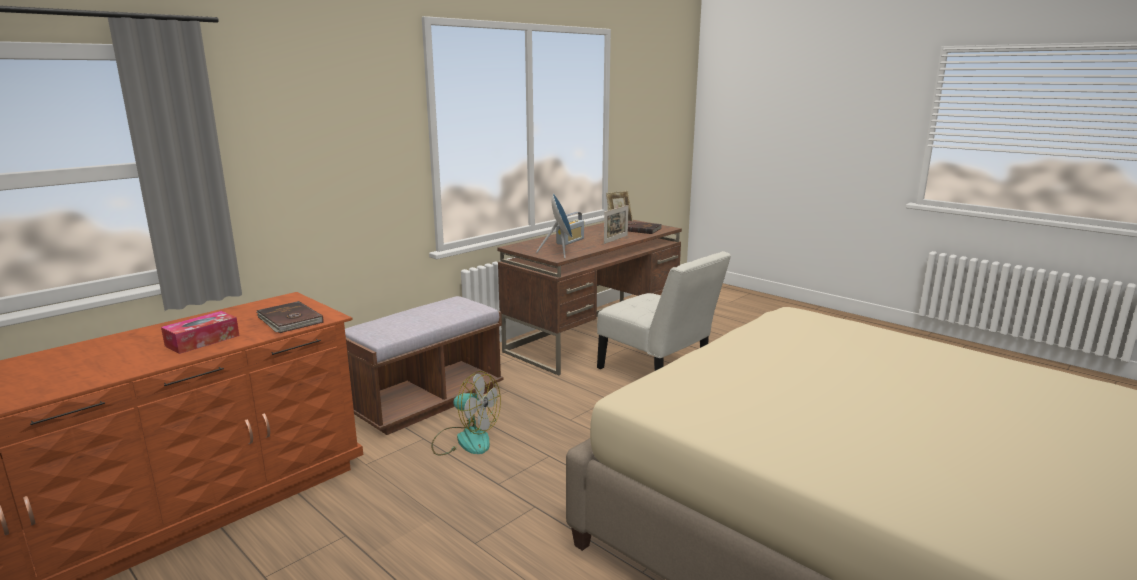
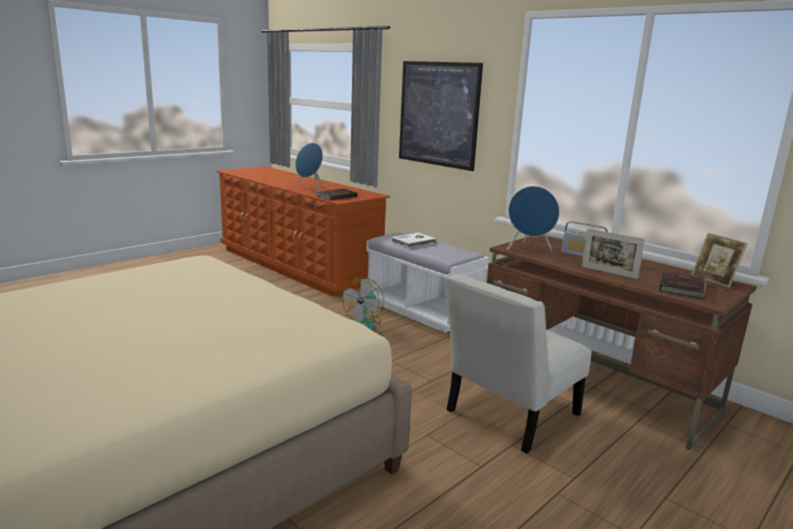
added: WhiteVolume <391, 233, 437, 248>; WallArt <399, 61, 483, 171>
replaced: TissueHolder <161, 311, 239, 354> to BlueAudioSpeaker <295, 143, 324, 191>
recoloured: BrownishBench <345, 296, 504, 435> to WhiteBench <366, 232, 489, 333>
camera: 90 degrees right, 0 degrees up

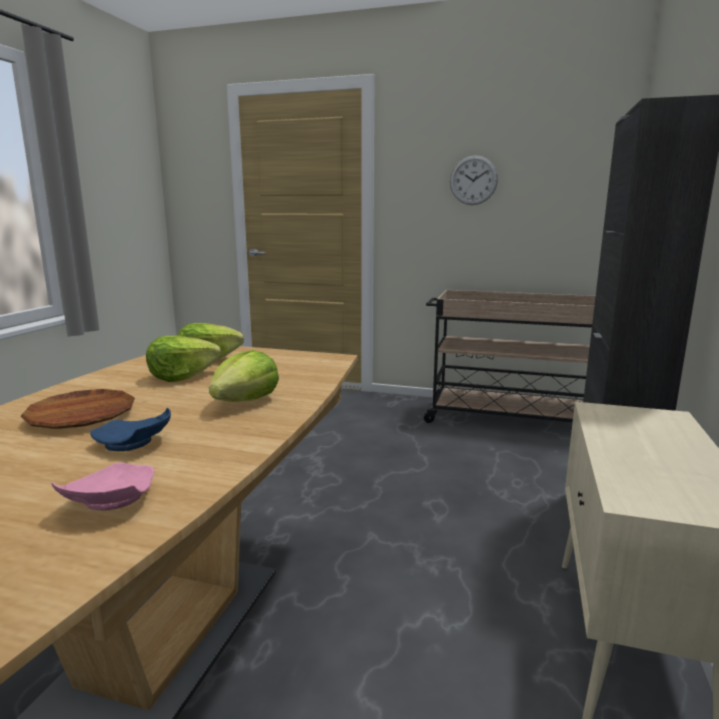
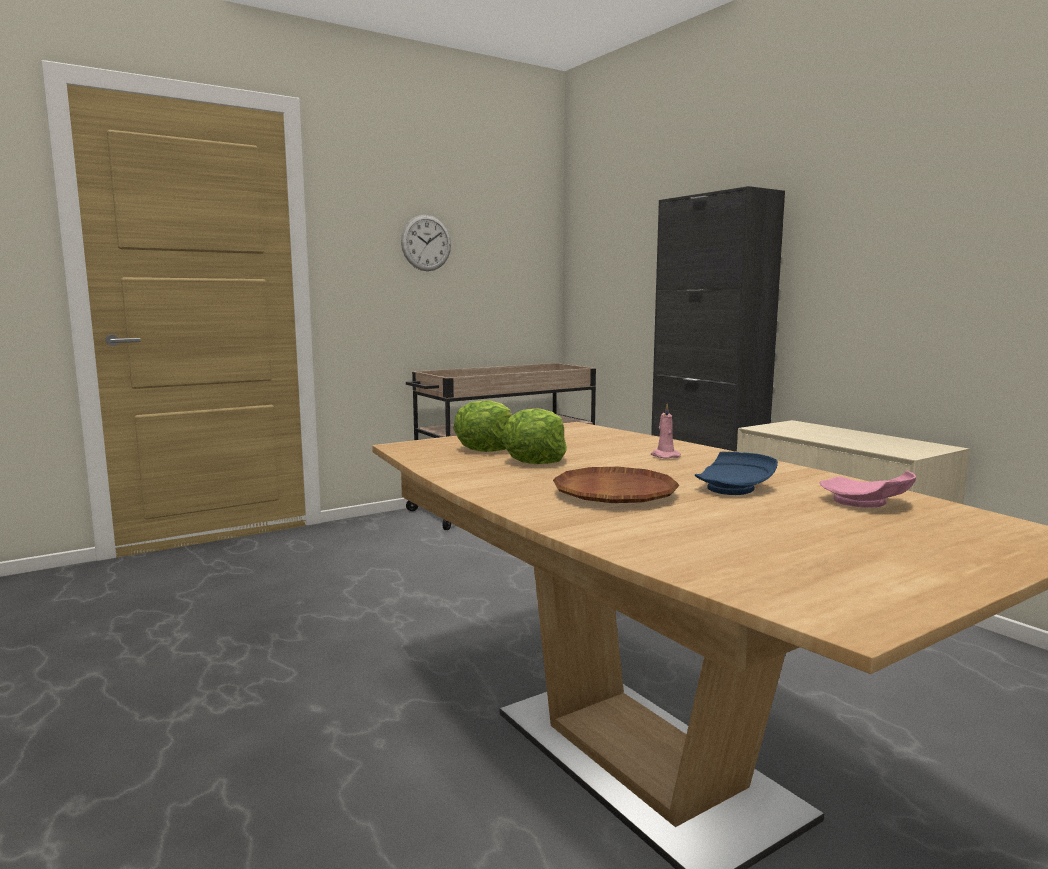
replaced: HeadOfLettuce <209, 350, 279, 402> to PinkColouredWaxLight <651, 404, 681, 459>
camera: 50 degrees left, 5 degrees down

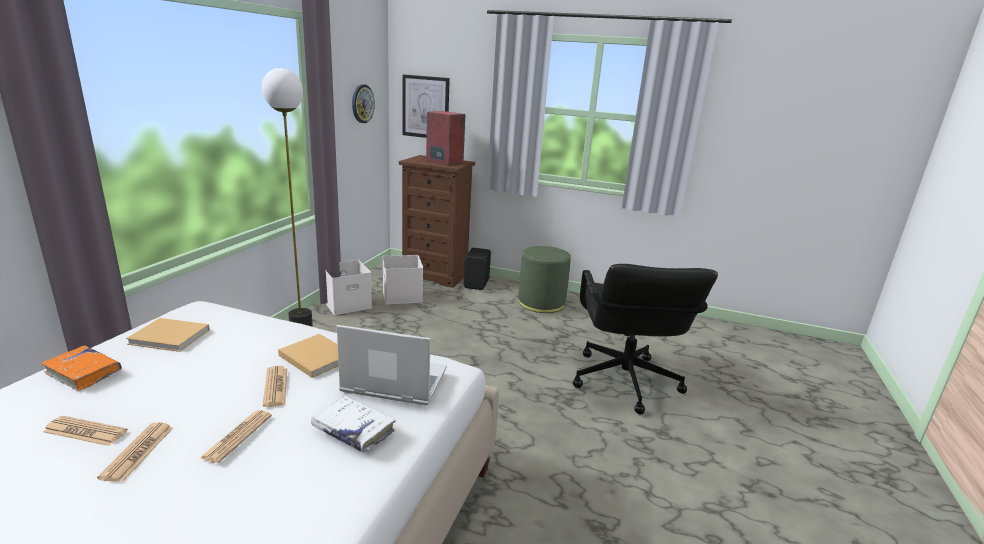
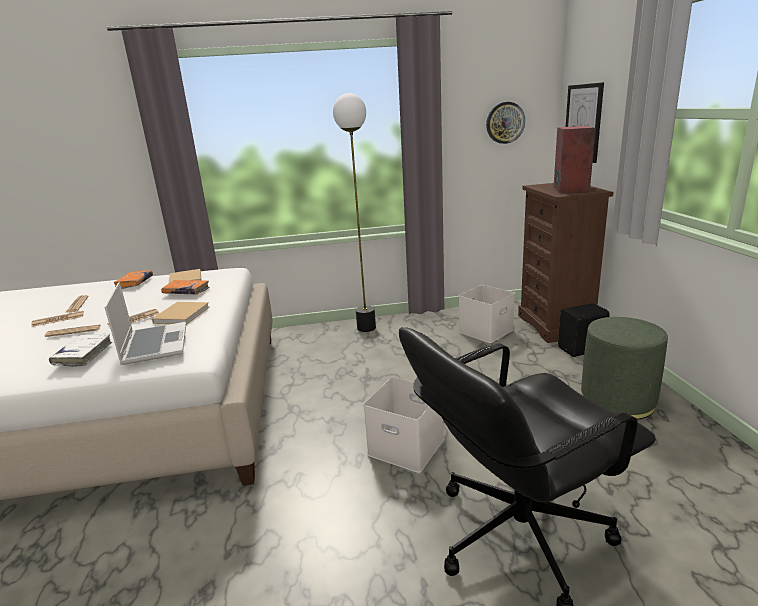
added: OrangeyVolume <161, 280, 209, 295>
moved: WhiteStorageBox <326, 260, 372, 315> to <363, 377, 444, 473>
camera: 65 degrees right, 0 degrees up

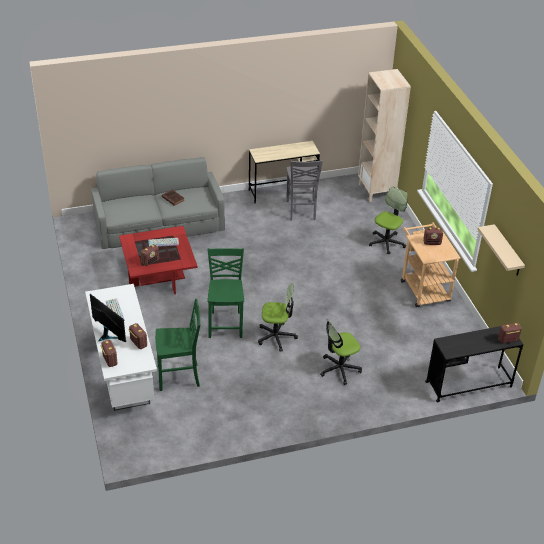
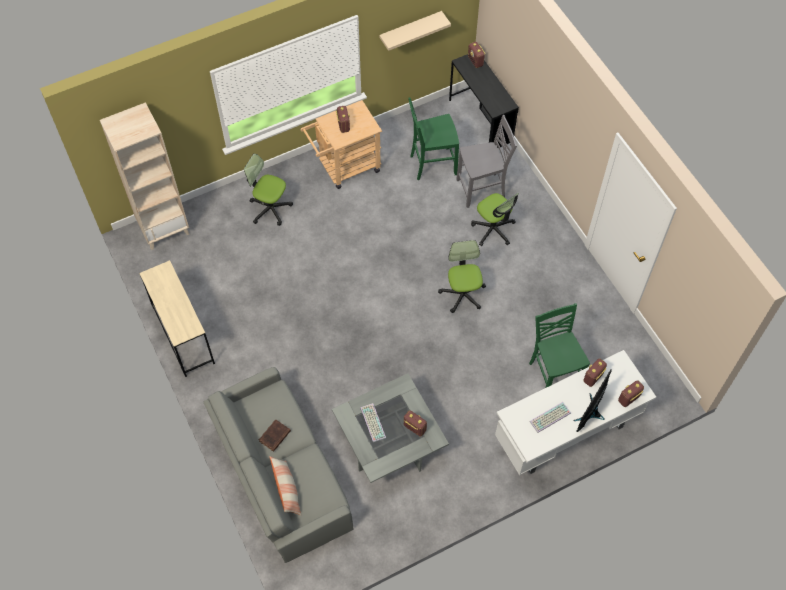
added: Pillow <269, 456, 302, 516>
moved: GreenChair <207, 248, 244, 338> to <408, 97, 459, 180>; GreyishChair <286, 160, 323, 221> to <456, 115, 517, 208>
recoloured: RedLoungeTable <119, 226, 198, 294> to GreyishLoungeTable <332, 373, 449, 483>
camera: 100 degrees left, 20 degrees up

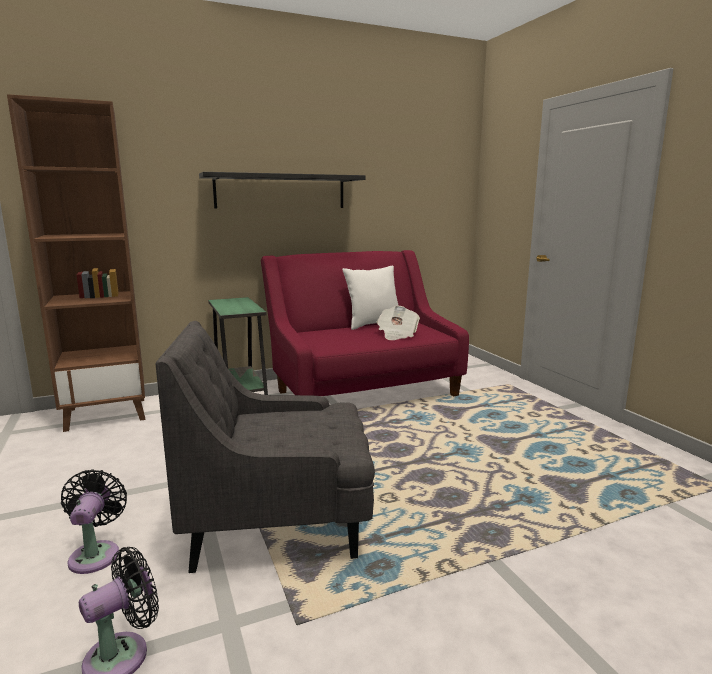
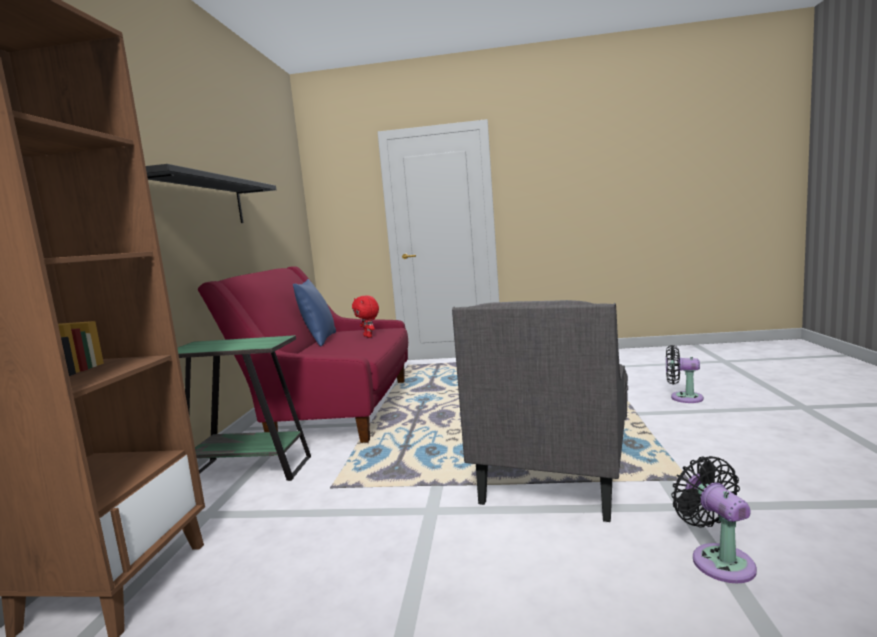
moved: BlackCoolingFan <61, 469, 127, 574> to <666, 345, 704, 403>
replaced: DailyPaper <377, 306, 420, 340> to RedCuddlyToy <352, 295, 379, 338>
recoloured: WhitePillow <342, 266, 399, 330> to BluePillow <293, 279, 336, 346>
camera: 60 degrees left, 5 degrees down

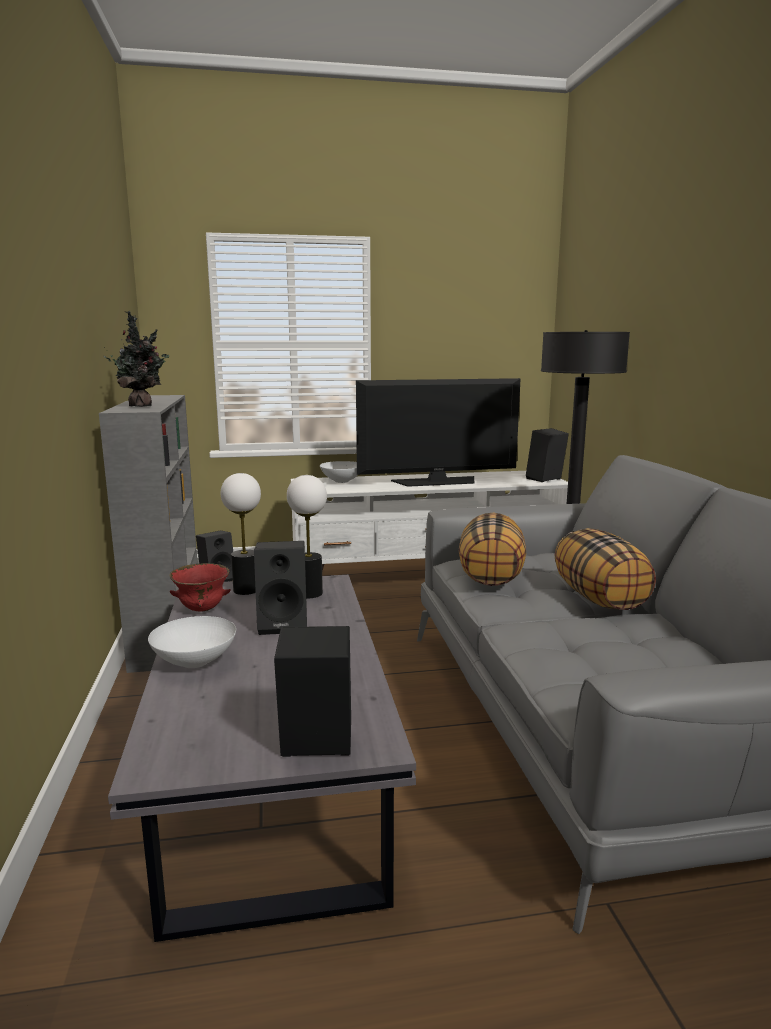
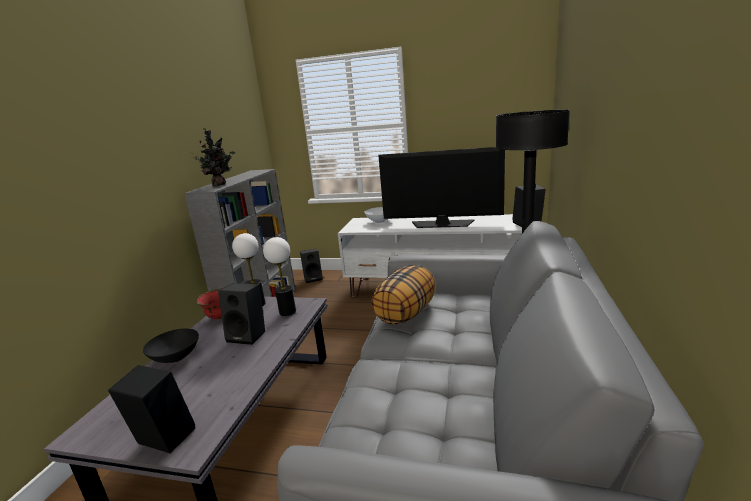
removed: Pillow <555, 528, 656, 610>
recoloured: WhiteServingBowl <148, 616, 236, 668> to BlackServingBowl <143, 328, 199, 363>
camera: 25 degrees right, 5 degrees up

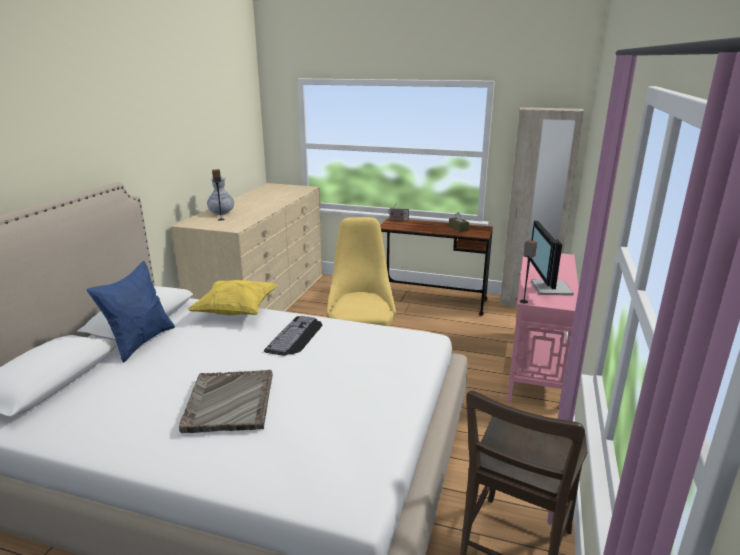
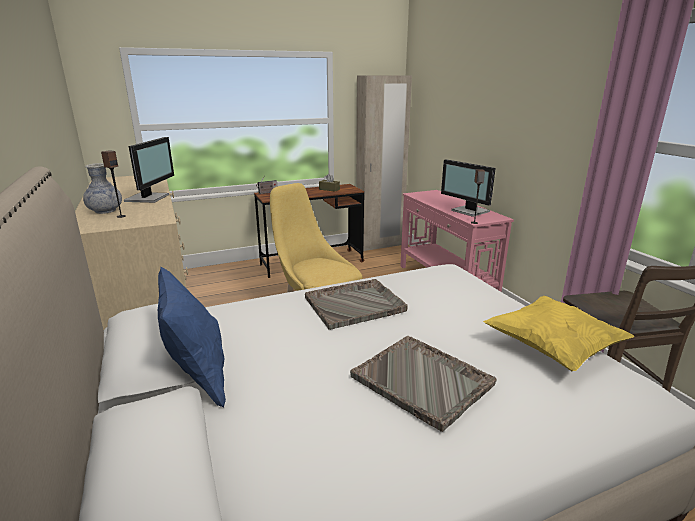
added: Monitor <124, 137, 174, 203>
moved: YellowPillow <187, 280, 278, 315> to <483, 296, 634, 371>
replaced: Keyboard <264, 316, 322, 356> to GreyishServingTray <305, 279, 408, 330>
camera: 40 degrees left, 0 degrees up

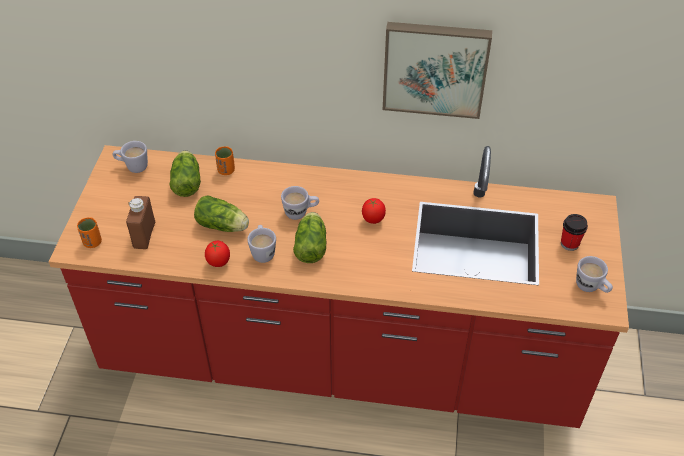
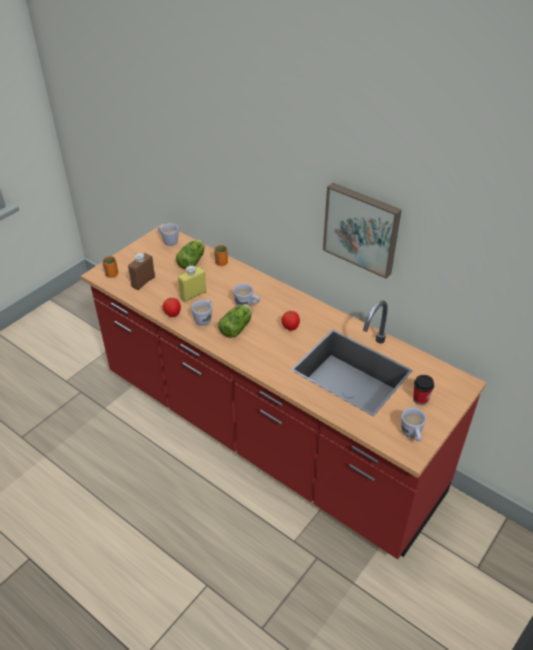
replaced: HeadOfLettuce <194, 195, 249, 232> to YellowBottle <178, 266, 207, 302>
camera: 30 degrees right, 5 degrees down

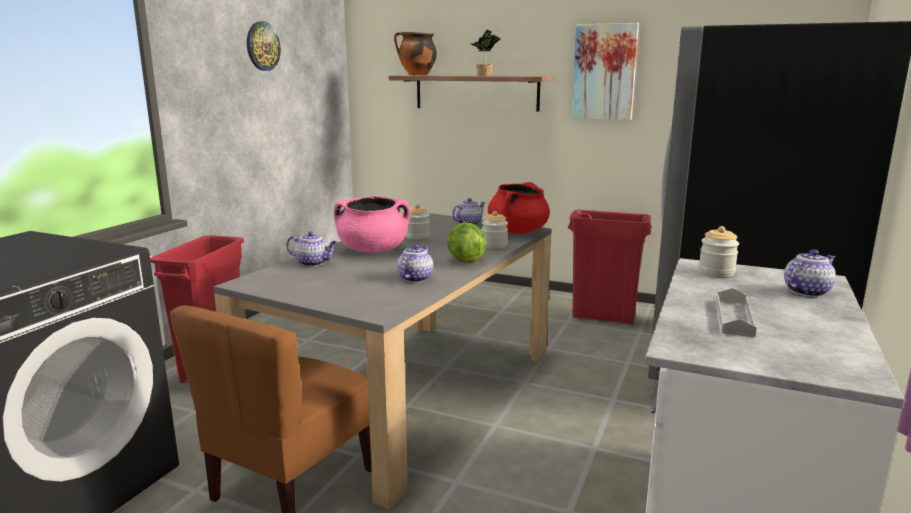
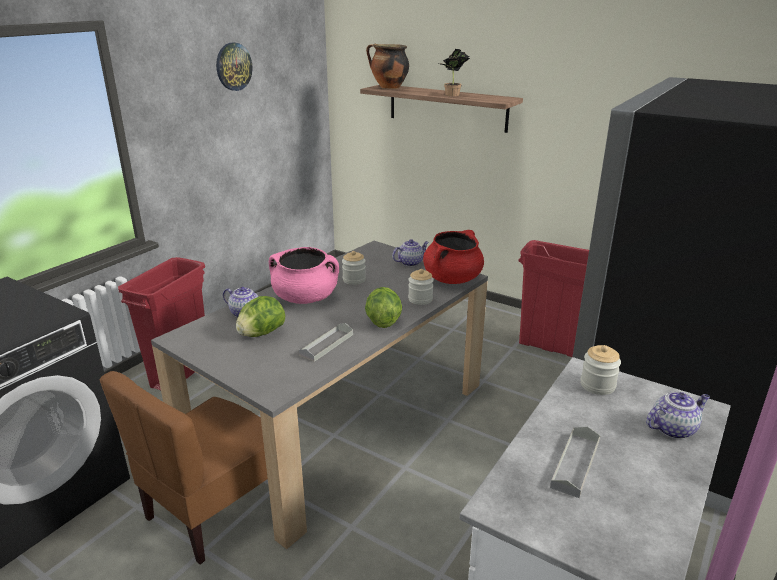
removed: WallArt <571, 23, 639, 120>
added: HeadOfLettuce <236, 296, 285, 337>
replaced: TeaPot <397, 244, 433, 282> to GreyishServingTray <299, 323, 353, 362>
camera: 10 degrees right, 10 degrees up

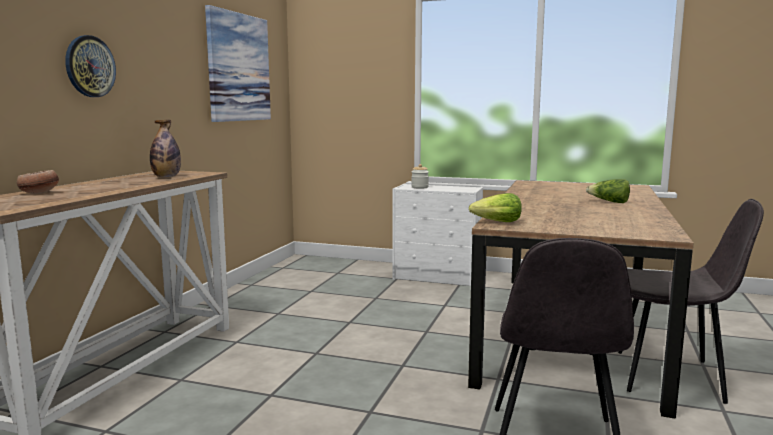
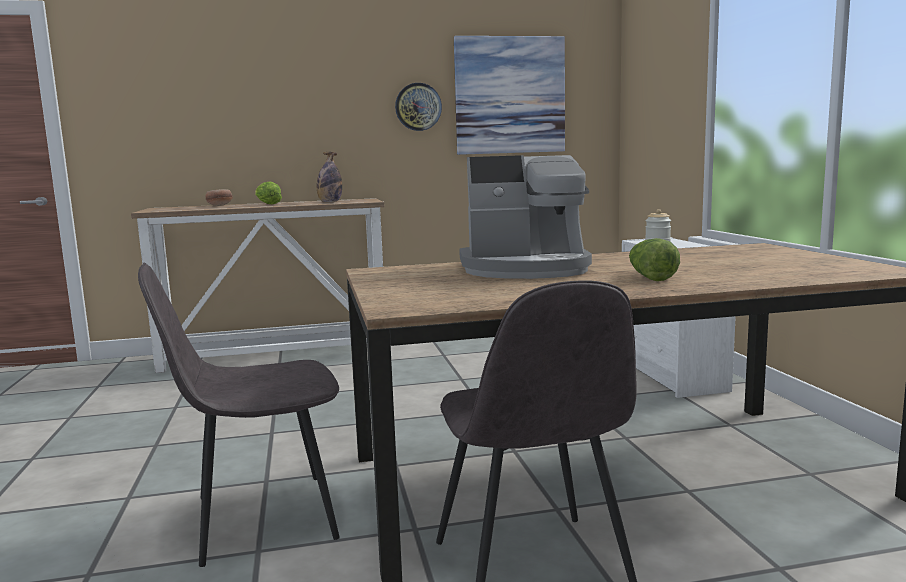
added: CoffeeBrewer <459, 155, 592, 279>
moved: HeadOfLettuce <469, 193, 522, 222> to <255, 181, 282, 204>; HangingClock <65, 35, 116, 97> to <395, 83, 442, 131>
camera: 60 degrees right, 0 degrees up

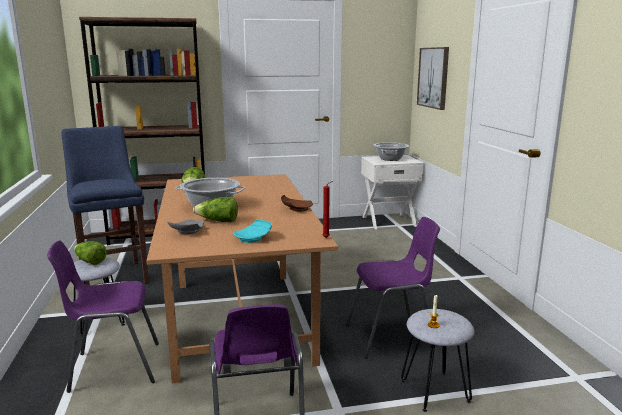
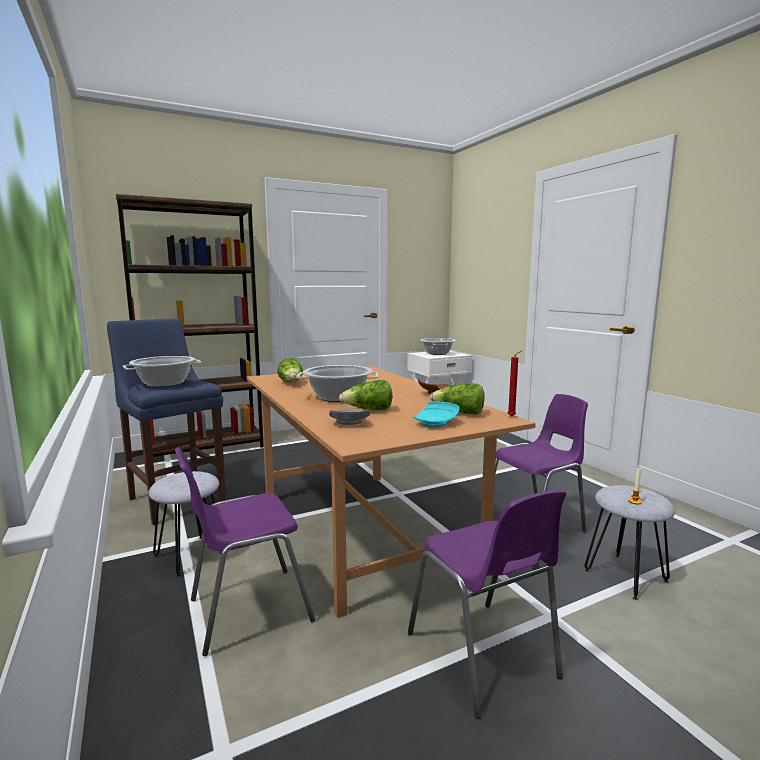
removed: WallArt <417, 47, 449, 110>
added: Saucepot <123, 356, 202, 387>
moved: HeadOfLettuce <74, 241, 107, 265> to <430, 383, 485, 415>
camera: 15 degrees left, 5 degrees down

